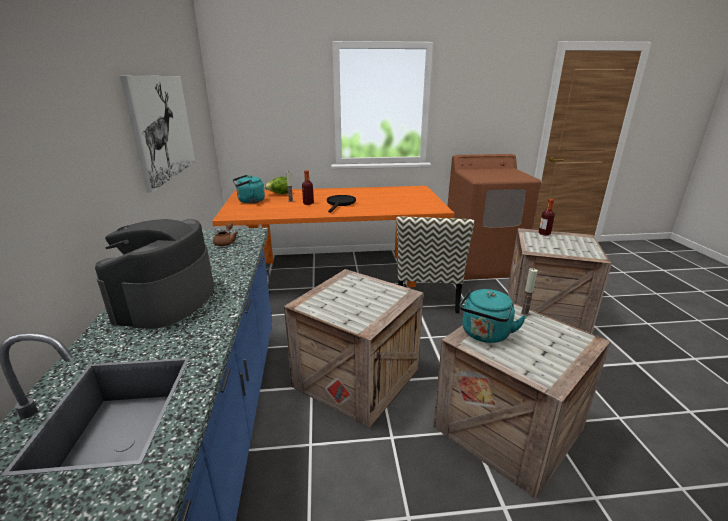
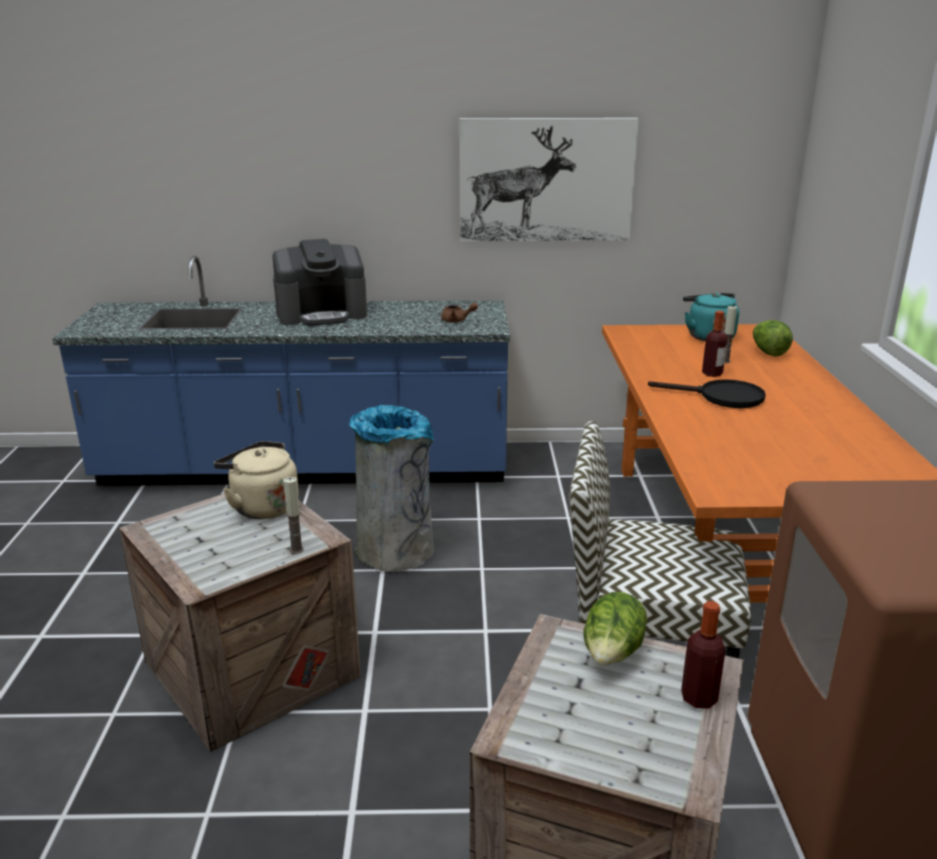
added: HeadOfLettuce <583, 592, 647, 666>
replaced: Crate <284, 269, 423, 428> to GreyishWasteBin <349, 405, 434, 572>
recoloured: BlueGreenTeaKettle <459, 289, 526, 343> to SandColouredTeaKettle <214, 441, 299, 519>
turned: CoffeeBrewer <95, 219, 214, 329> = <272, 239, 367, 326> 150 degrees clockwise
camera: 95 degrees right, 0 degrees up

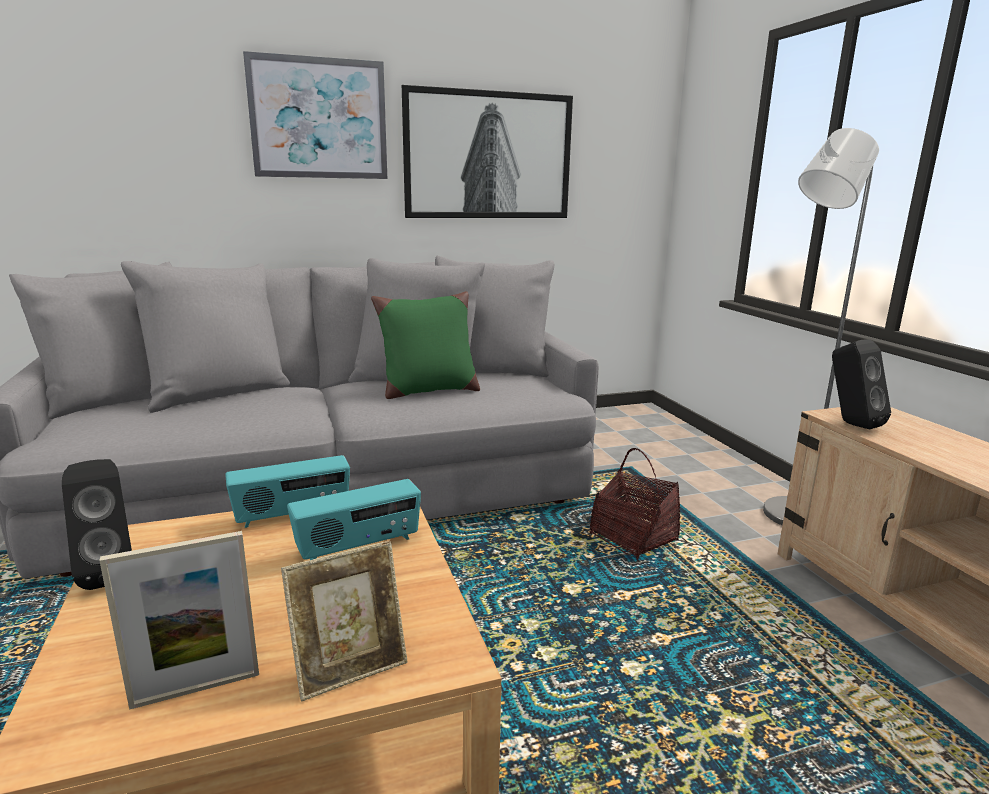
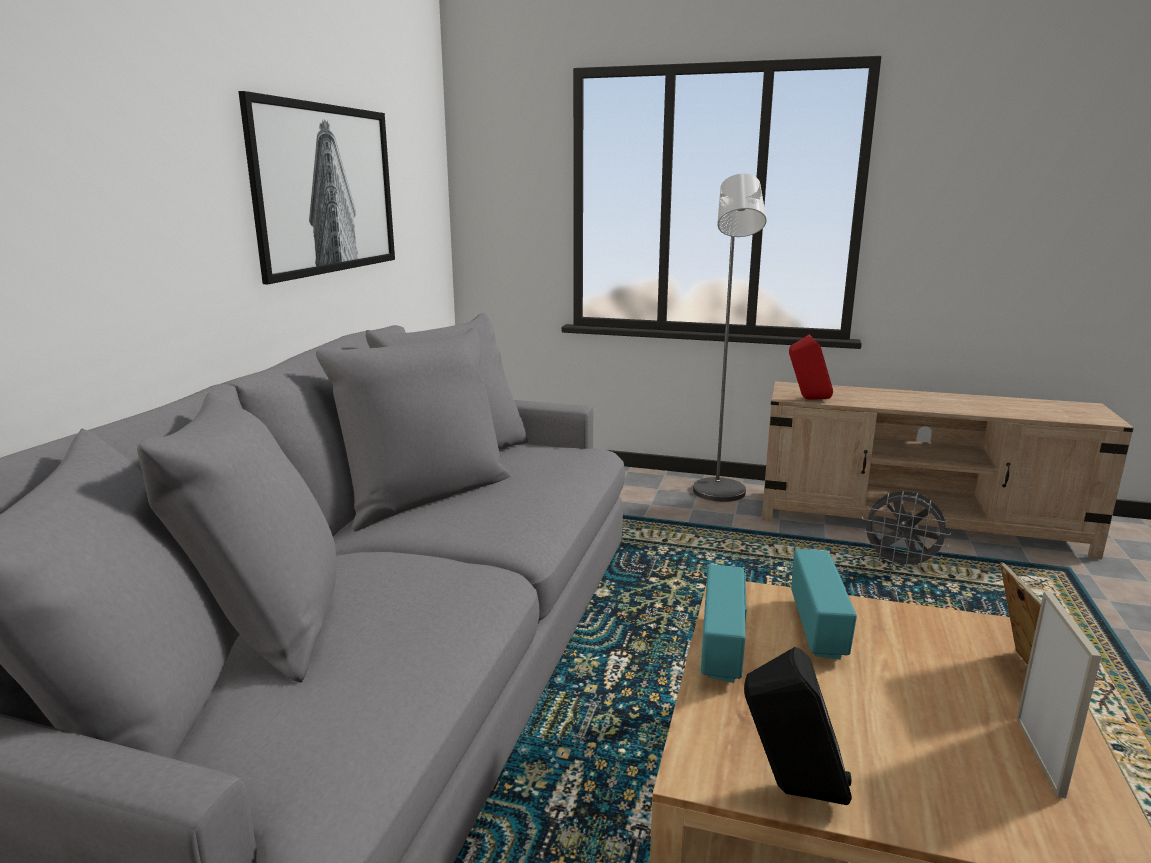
removed: WallArt <243, 51, 387, 179>; GreenPillow <371, 291, 480, 399>; HouseholdBasket <590, 448, 680, 561>
added: GreyishCoolingFan <860, 491, 951, 570>
recoloured: BlackAudioSpeaker <832, 340, 891, 429> to RedAudioSpeaker <789, 335, 833, 400>
camera: 55 degrees left, 0 degrees up

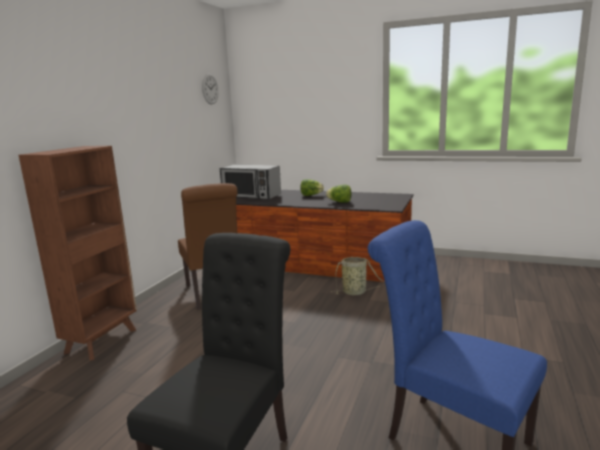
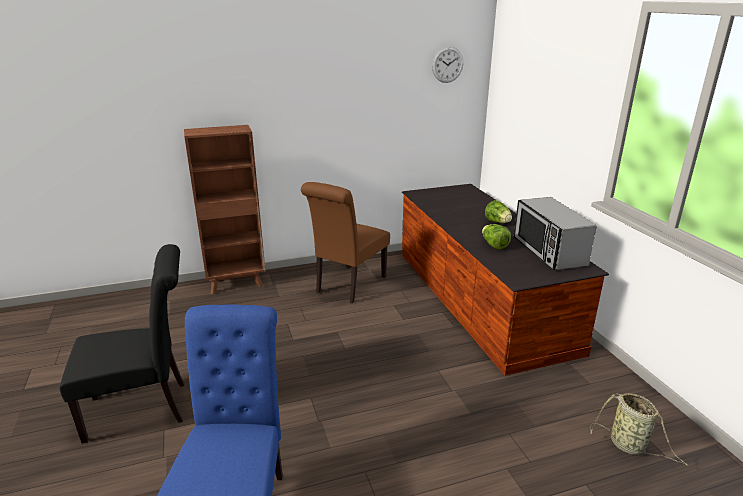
moved: KitchenMicrowave <220, 164, 281, 199> to <514, 197, 597, 270>; HouseholdBasket <331, 257, 385, 295> to <590, 393, 688, 466>
camera: 50 degrees right, 10 degrees up

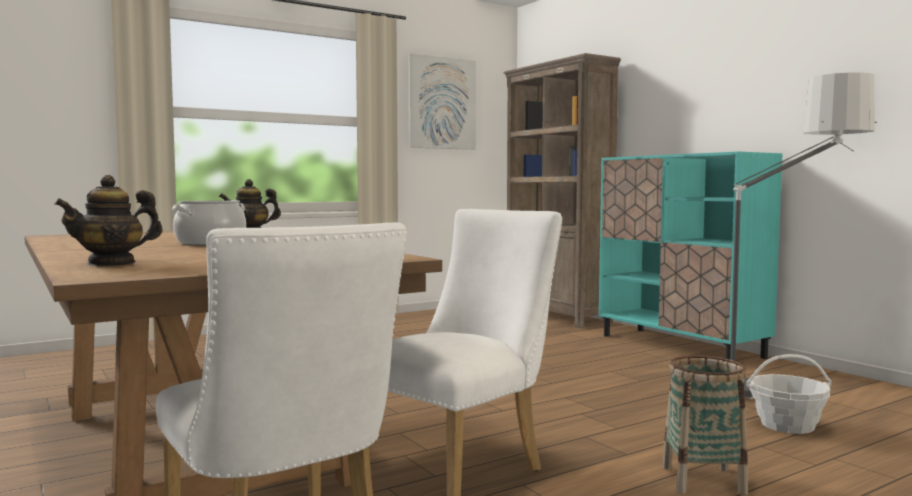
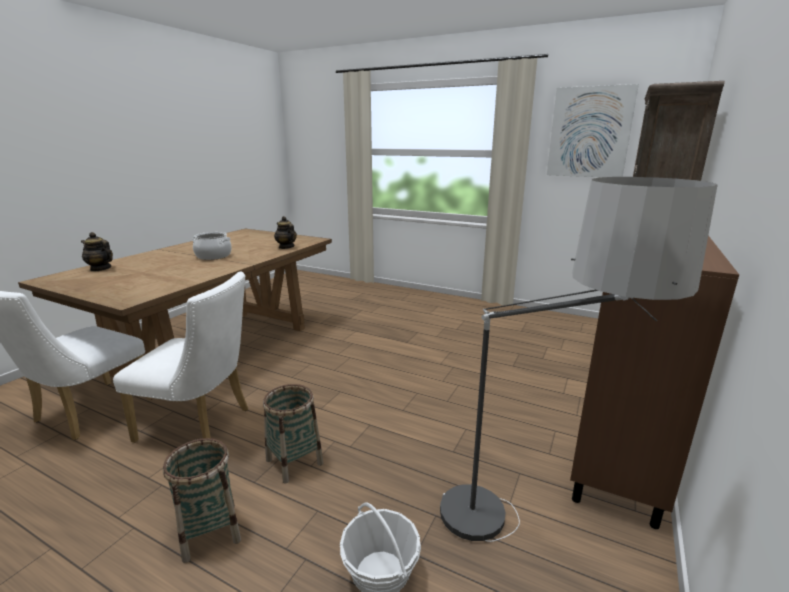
added: HouseholdBasket <263, 384, 324, 483>
recoloured: BlueGreenStorageCabinet <599, 152, 783, 359> to BrownishStorageCabinet <570, 236, 739, 529>
camera: 60 degrees right, 15 degrees up

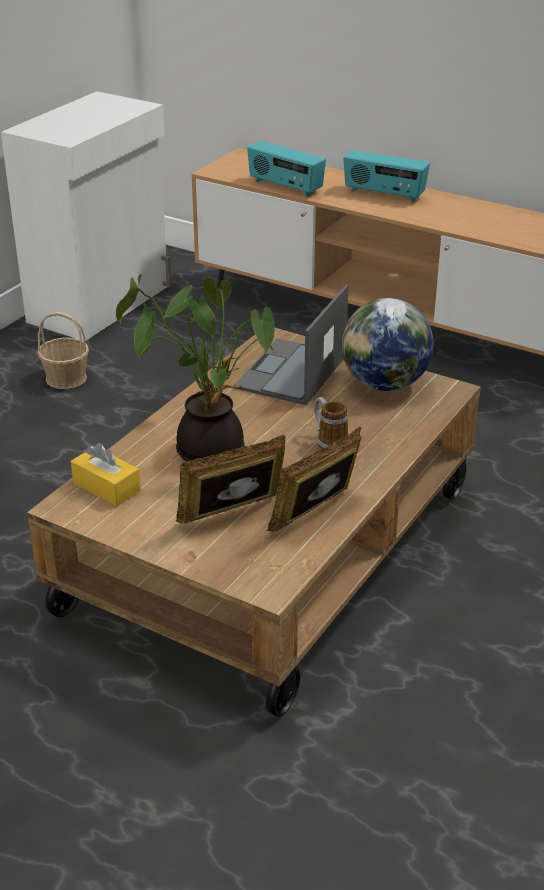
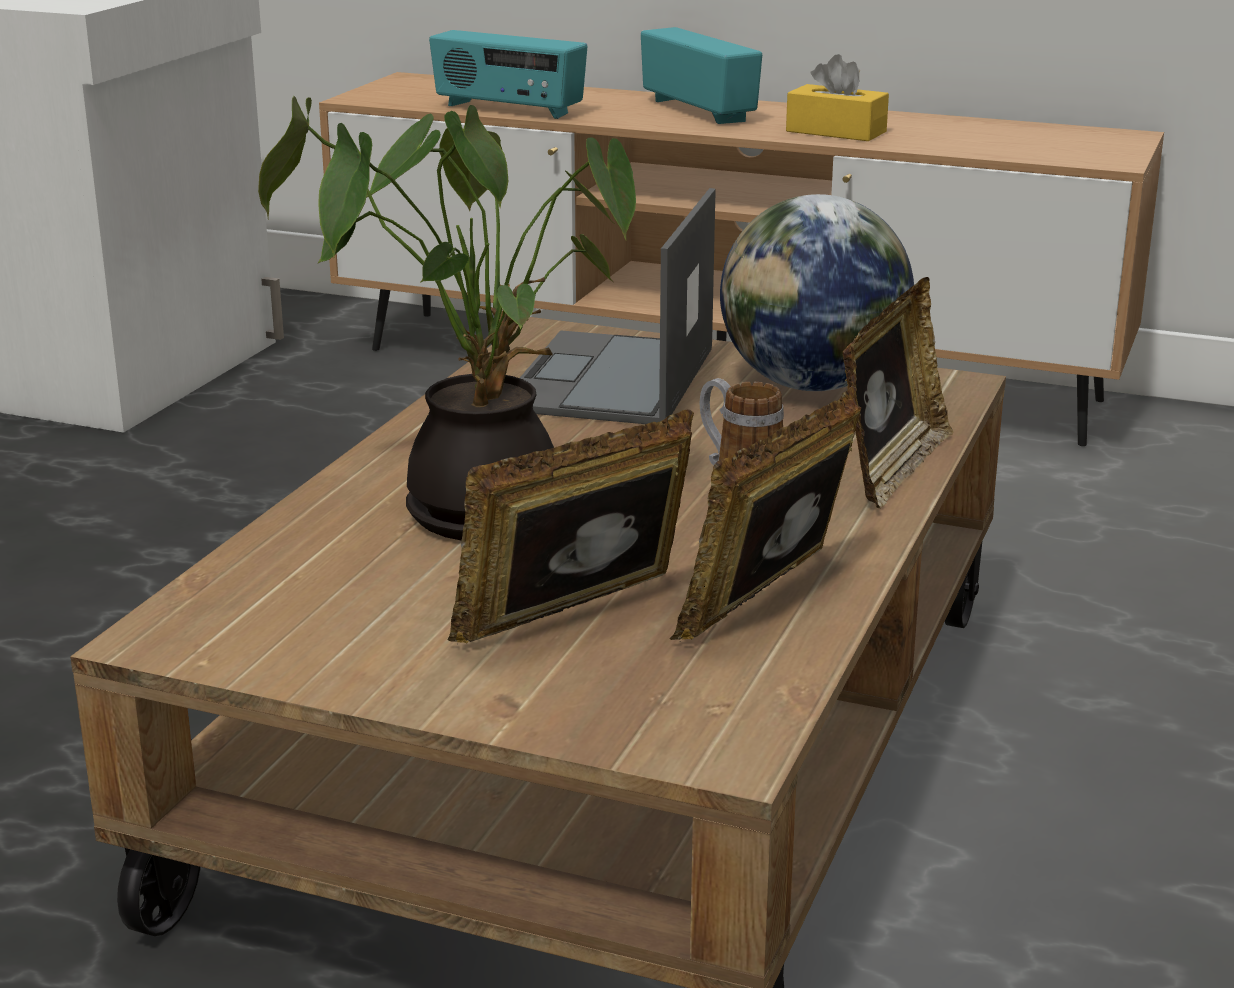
removed: HouseholdBasket <37, 312, 89, 389>
added: StandingFrame <843, 277, 953, 509>
moved: YellowTissueHolder <71, 443, 141, 506> to <786, 54, 889, 141>
turned: Radio <343, 150, 430, 202> = <641, 27, 762, 124> 135 degrees counterclockwise
camera: 10 degrees left, 10 degrees down

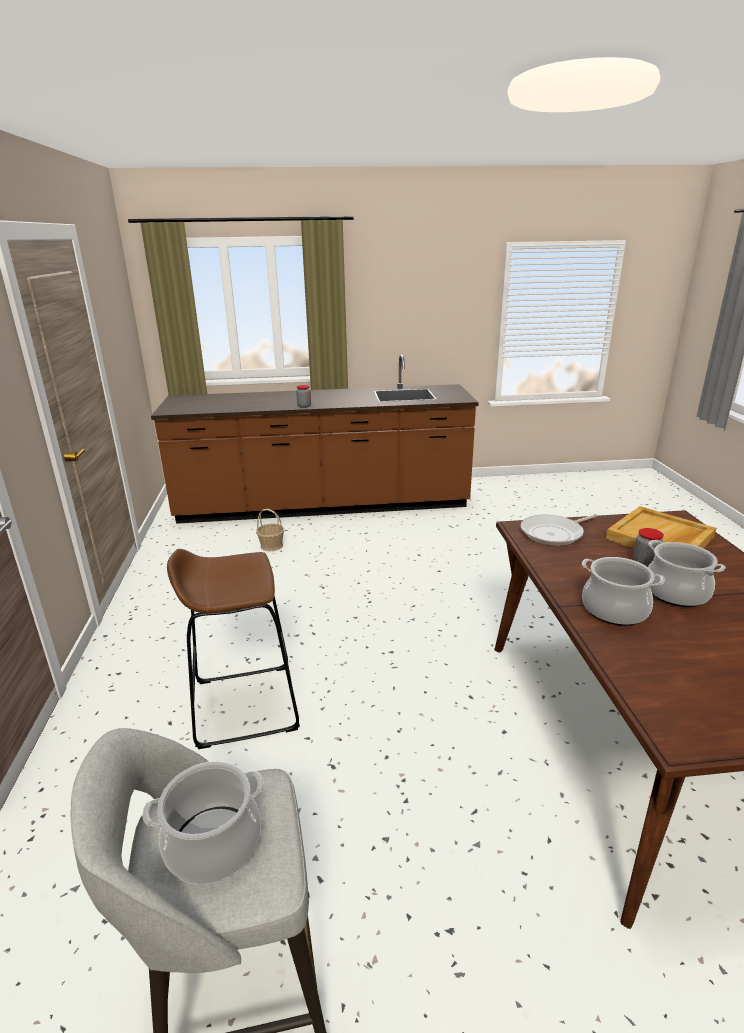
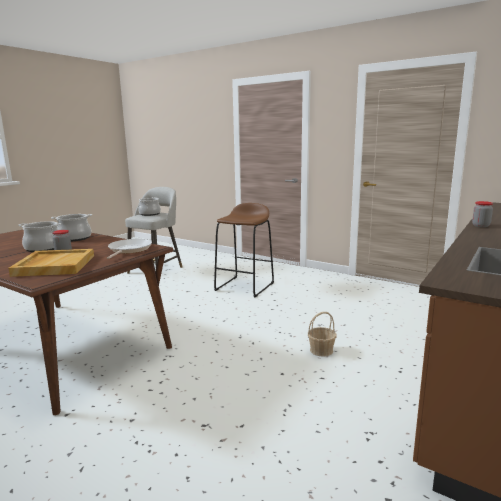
moved: HouseholdBasket <256, 509, 284, 551> to <308, 312, 337, 357>
camera: 130 degrees right, 10 degrees down

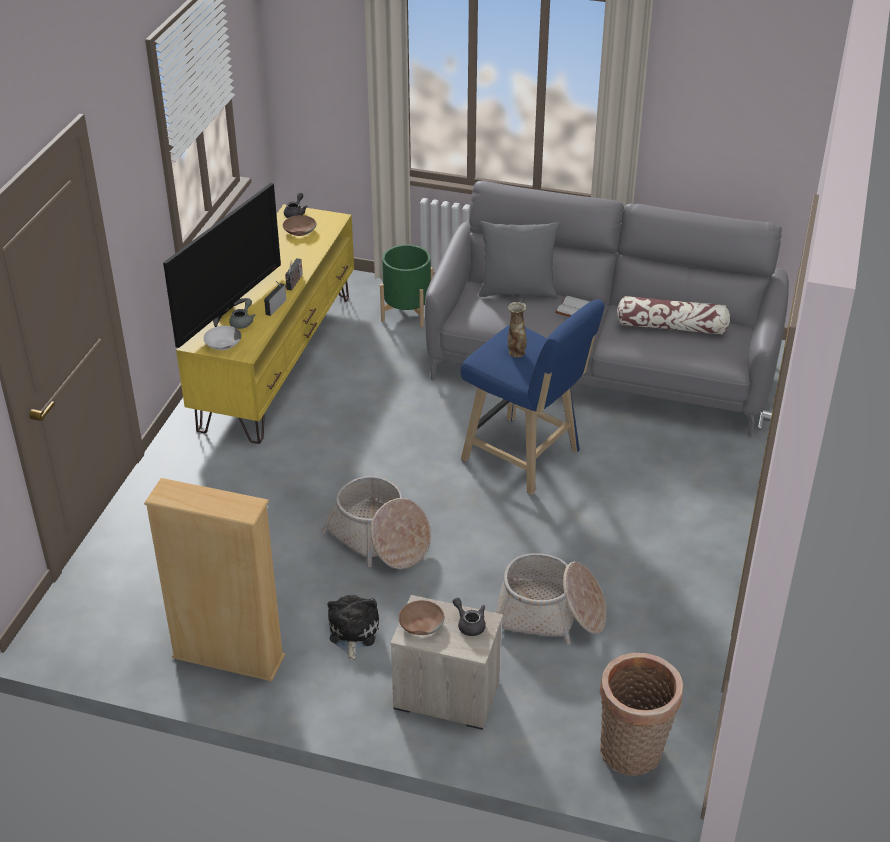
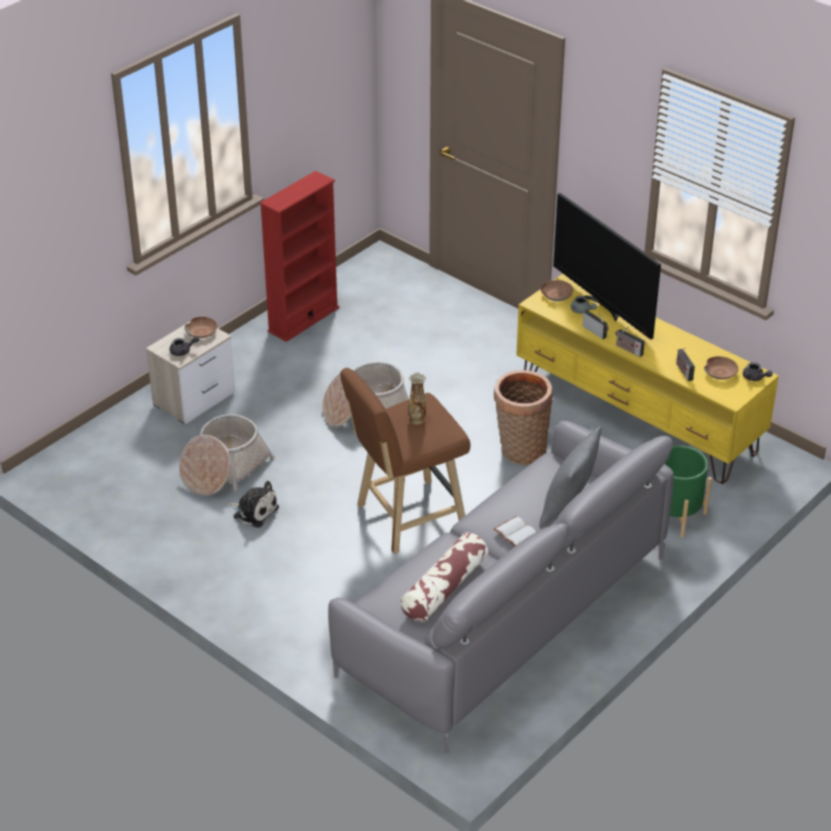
added: Radio <676, 347, 695, 381>
moved: CuddlyToy <328, 595, 379, 661> to <226, 481, 279, 528>; HouseholdBasket <600, 653, 683, 776> to <493, 370, 553, 465>
recoloured: SandColouredBookshelf <144, 478, 285, 681> to RedBookshelf <259, 171, 339, 342>; BlueStoolSeat <461, 299, 605, 495> to BrownishStoolSeat <340, 368, 470, 554>; WhiteServingBowl <204, 326, 241, 350> to BrownishServingBowl <541, 280, 574, 301>
camera: 115 degrees right, 0 degrees up

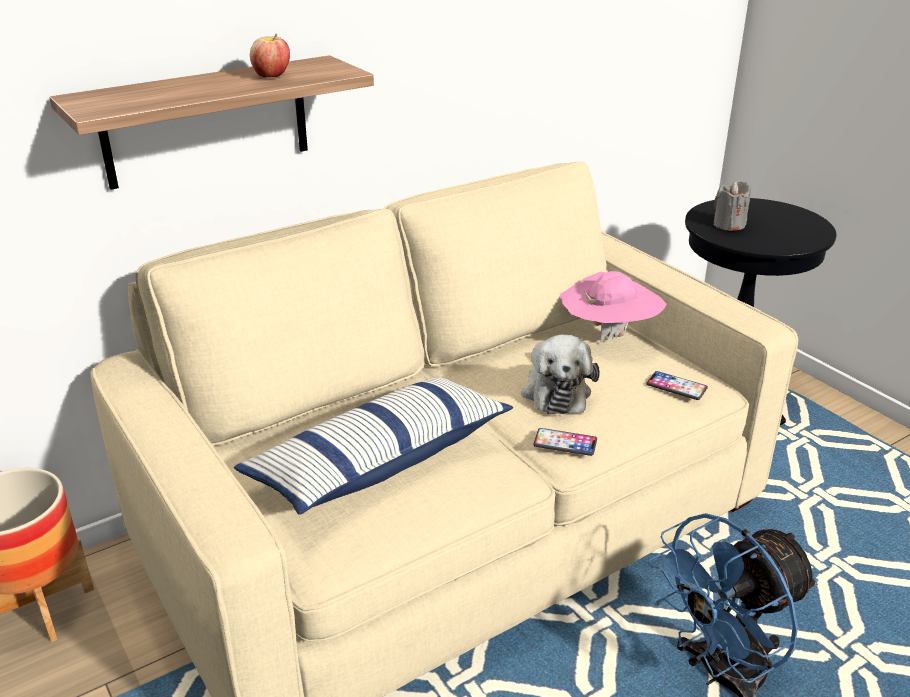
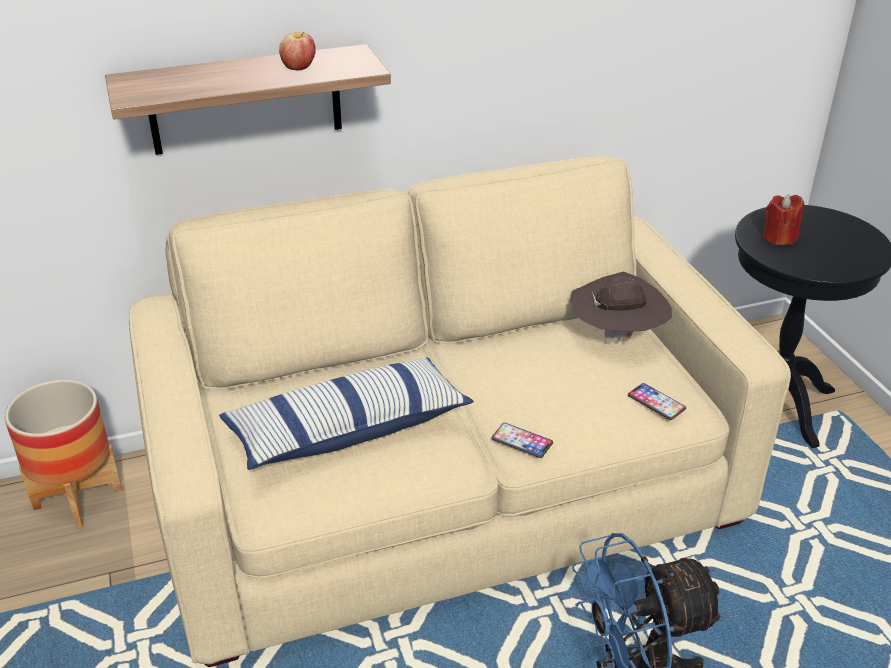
removed: CuddlyToy <522, 335, 600, 414>
recoloured: PinkColouredWearableHat <560, 271, 667, 343> to BrownishWearableHat <570, 272, 672, 344>; GreyishWaxLight <713, 181, 751, 231> to RedWaxLight <763, 194, 804, 245>
camera: 15 degrees right, 5 degrees up

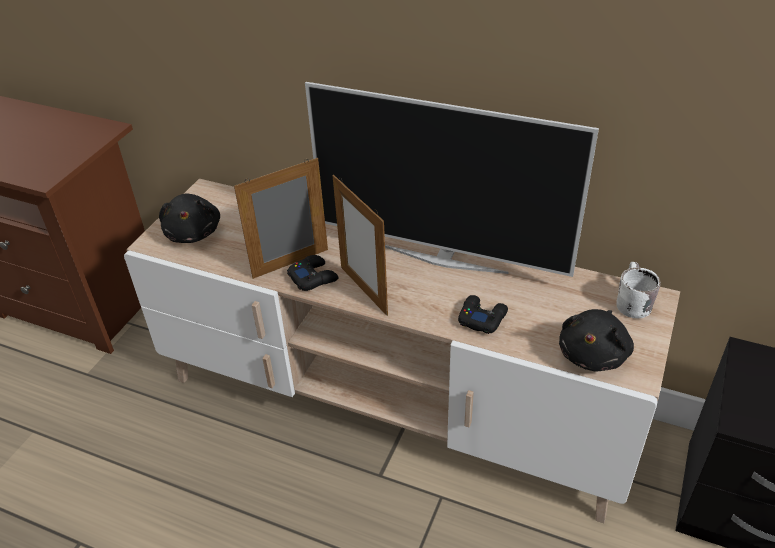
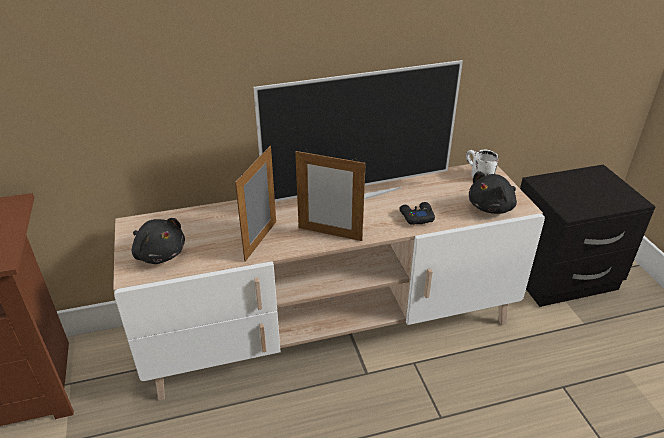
removed: BlackGameController <287, 255, 338, 291>
turned: BlackCuddlyToy <559, 309, 634, 371> = <469, 171, 517, 214> 60 degrees clockwise
camera: 40 degrees left, 5 degrees down

